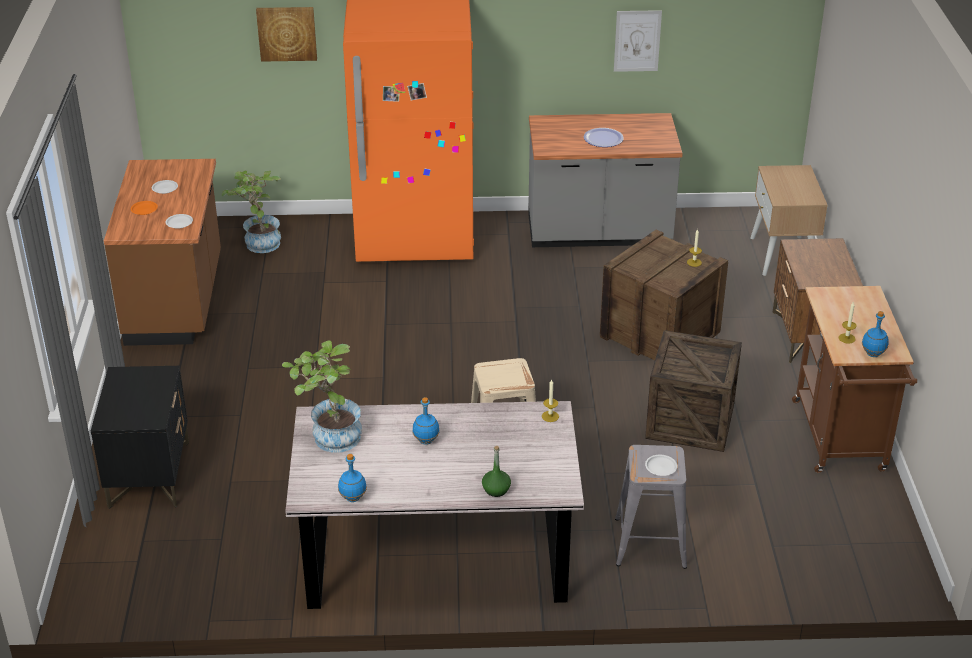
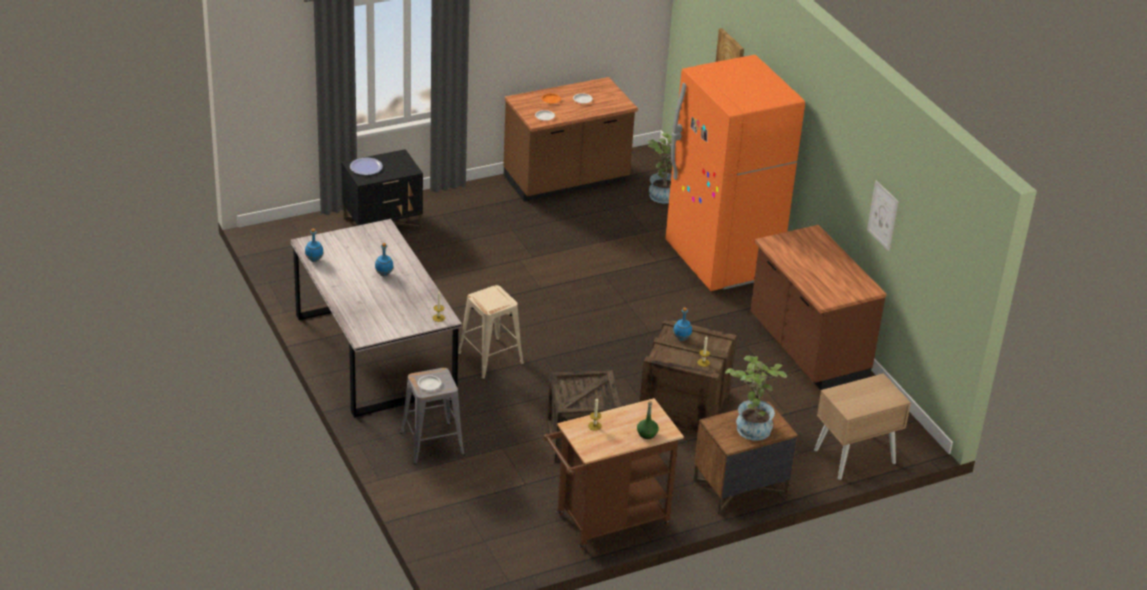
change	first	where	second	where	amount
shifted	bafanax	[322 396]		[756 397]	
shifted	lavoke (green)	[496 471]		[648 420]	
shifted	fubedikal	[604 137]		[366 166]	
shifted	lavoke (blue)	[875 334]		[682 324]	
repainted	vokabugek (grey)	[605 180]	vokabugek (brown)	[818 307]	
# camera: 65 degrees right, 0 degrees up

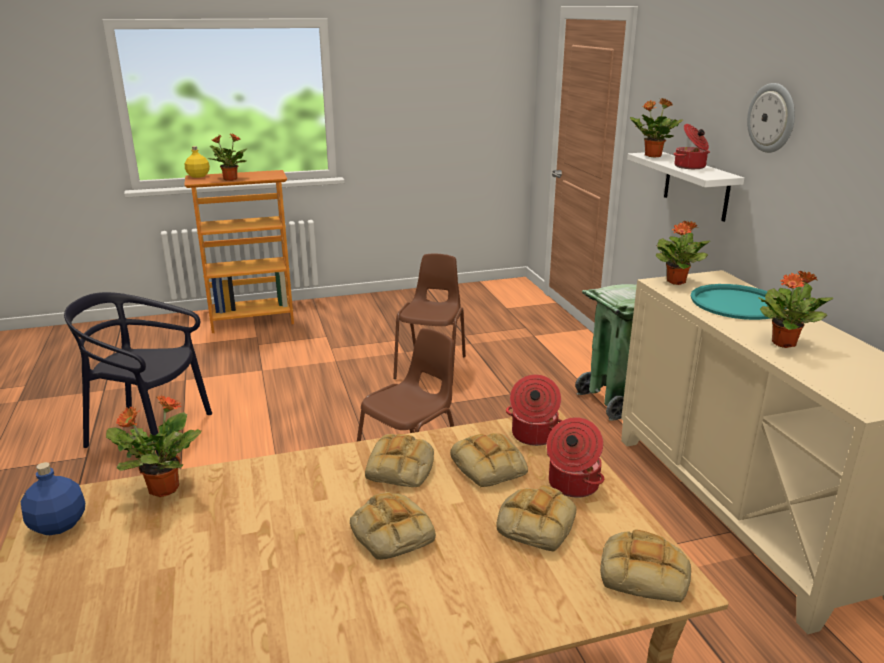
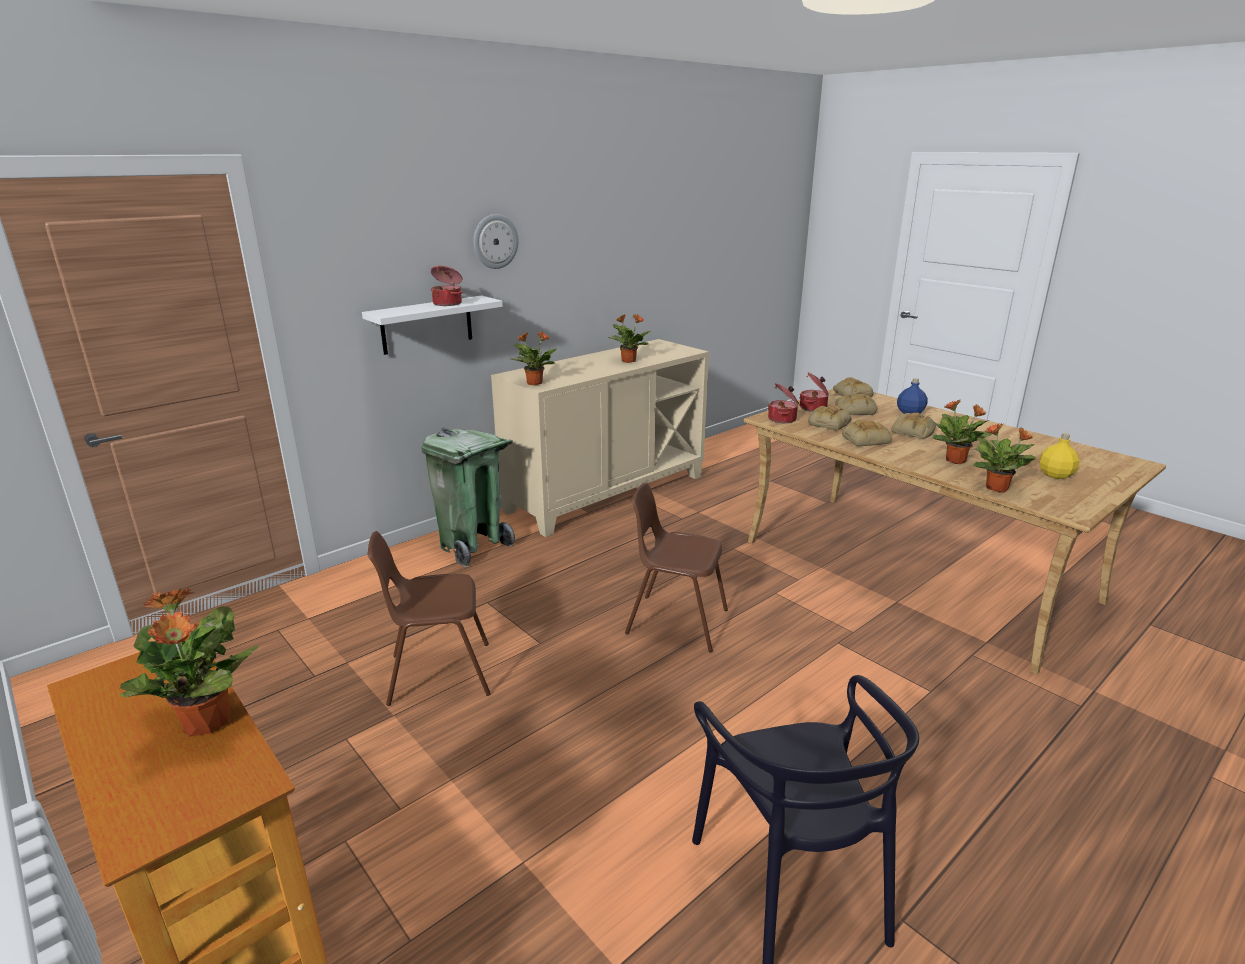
change	first	where	second	where	amount
gone	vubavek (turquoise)	[739 302]			
shifted	lavoke (blue)	[53 498]		[912 396]	
shifted	lavoke (yellow)	[197 162]		[1060 456]	
shifted	bafanax	[656 128]		[961 432]	
# camera: 115 degrees left, 0 degrees up

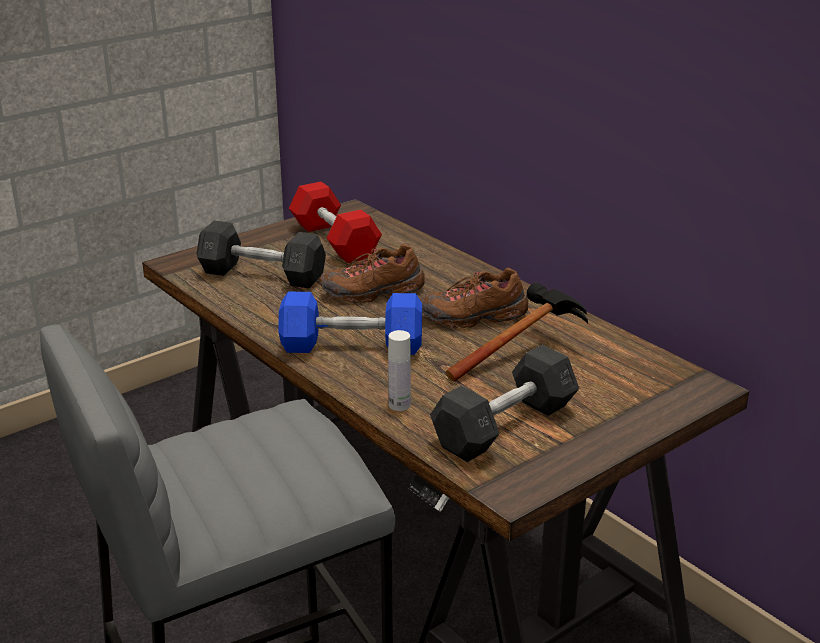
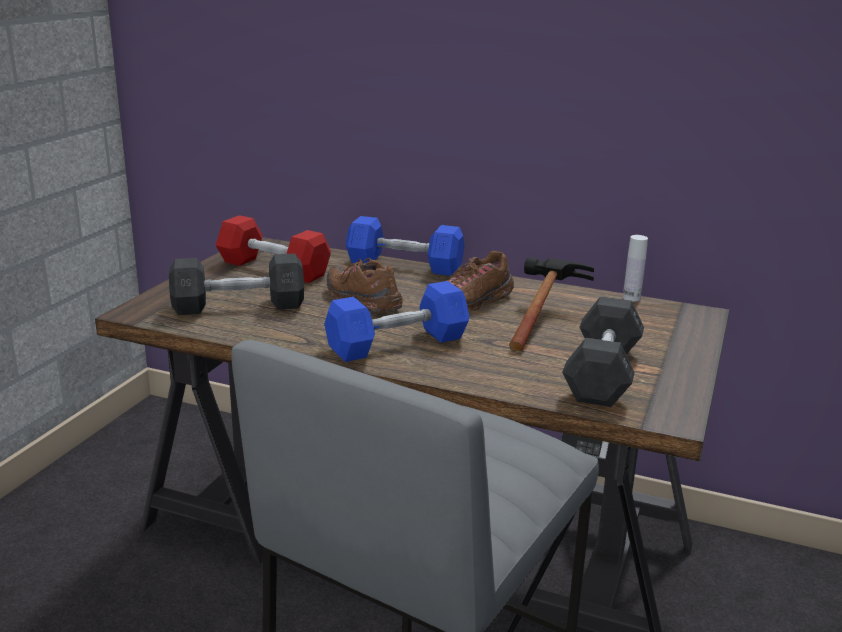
change	first	where	second	where	amount
new			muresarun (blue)	[405 246]	
shifted	lavoke (white)	[399 370]		[635 268]	
rotated	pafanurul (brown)	[372 273]		[365 285]	90 degrees clockwise
# camera: 30 degrees left, 5 degrees down

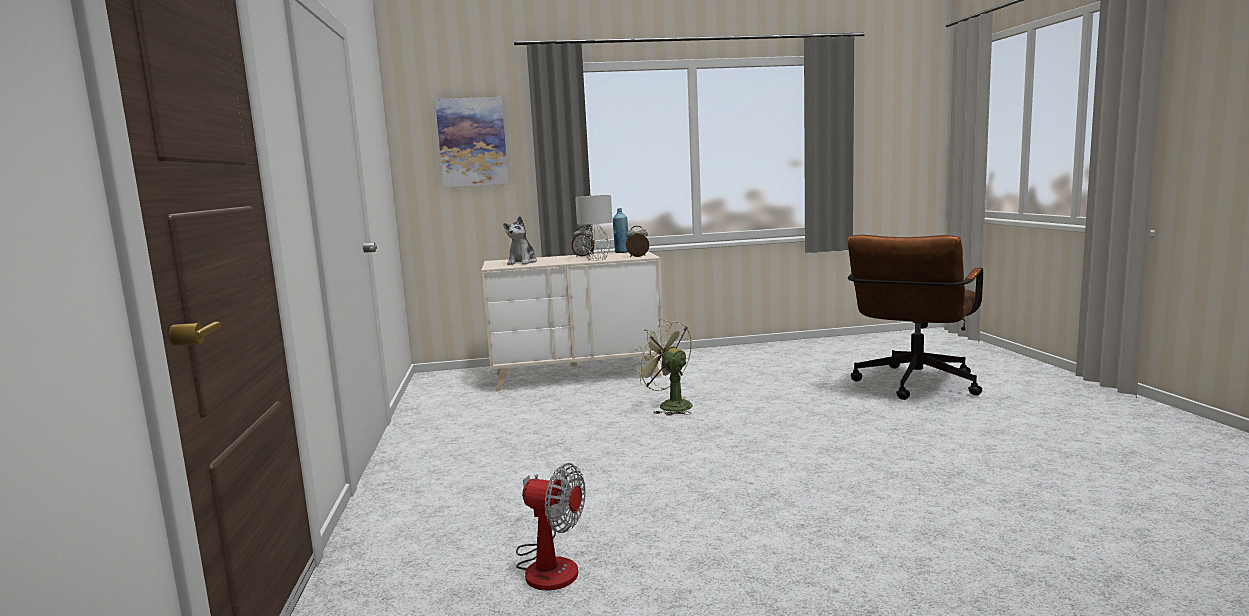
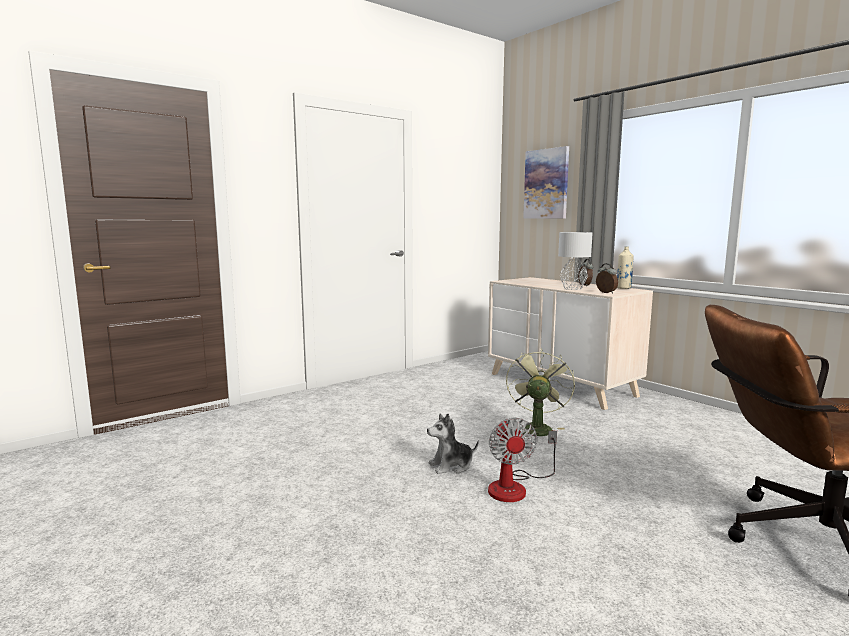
change	first	where	second	where	amount
shifted	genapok	[520 240]		[453 443]	
shifted	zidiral	[551 527]		[522 459]	
repainted	lavoke (blue)	[620 230]	lavoke (beige)	[625 267]	
# camera: 60 degrees right, 0 degrees up

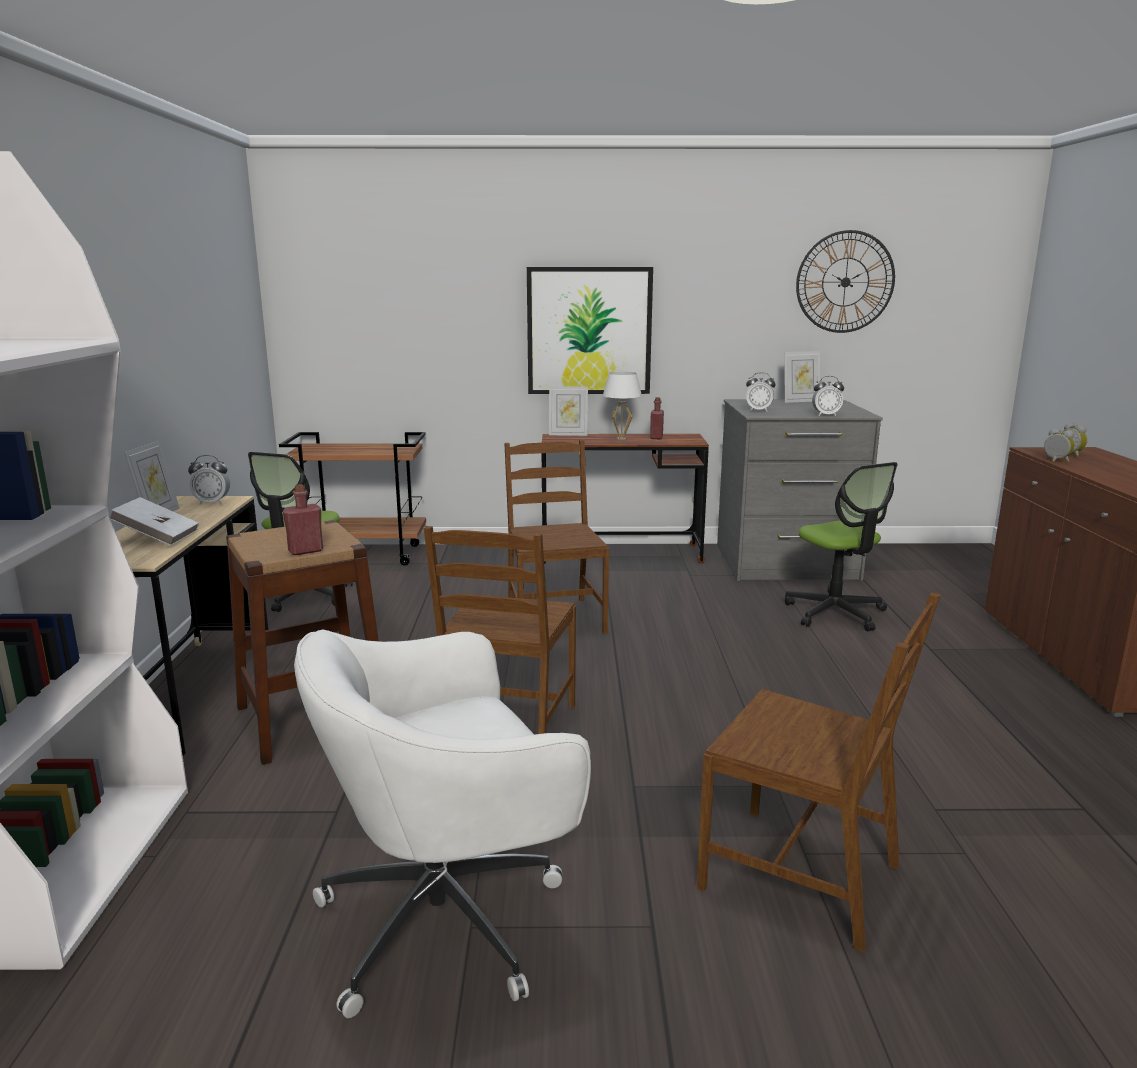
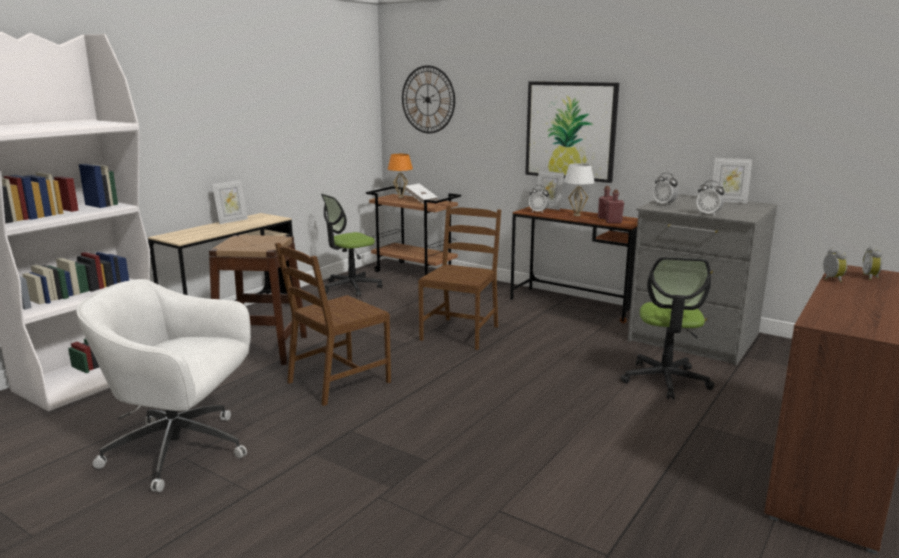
change	first	where	second	where	amount
gone	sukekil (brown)	[819 772]			
new			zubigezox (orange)	[400 176]	
shifted	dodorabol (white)	[154 521]		[421 193]	
shifted	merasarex	[209 480]		[539 199]	
shifted	lavoke (red)	[303 519]		[615 207]	
shifted	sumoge	[845 281]		[428 99]	
# camera: 35 degrees right, 0 degrees up

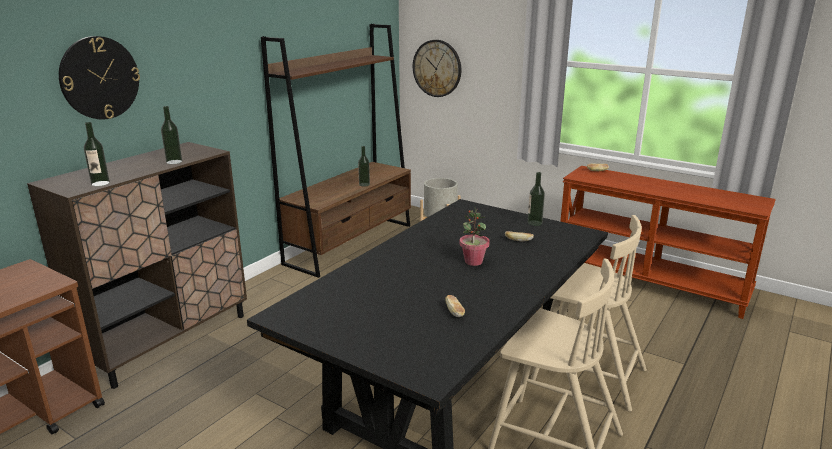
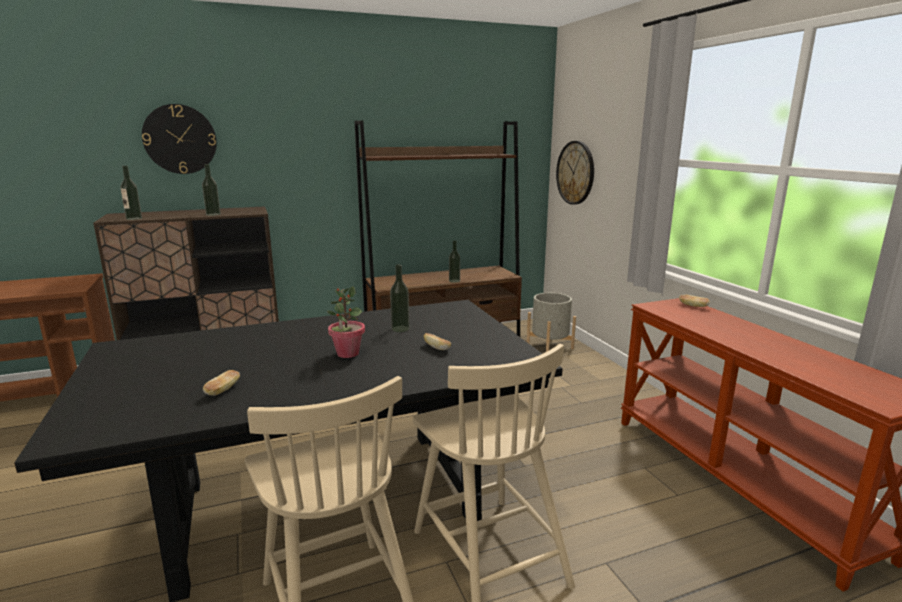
change	first	where	second	where	amount
shifted	lavoke	[536 199]		[399 298]	
# camera: 35 degrees right, 5 degrees down

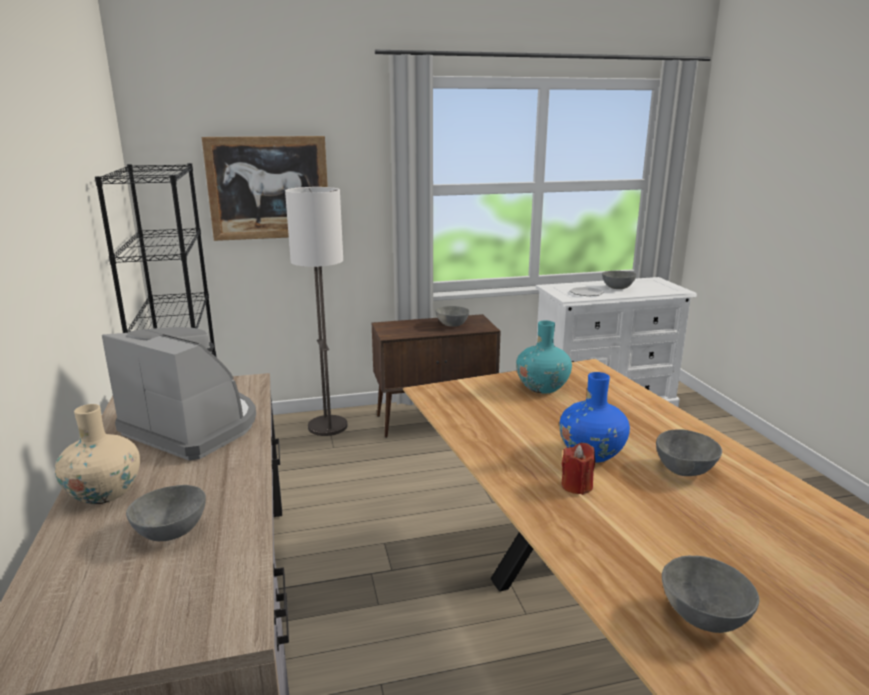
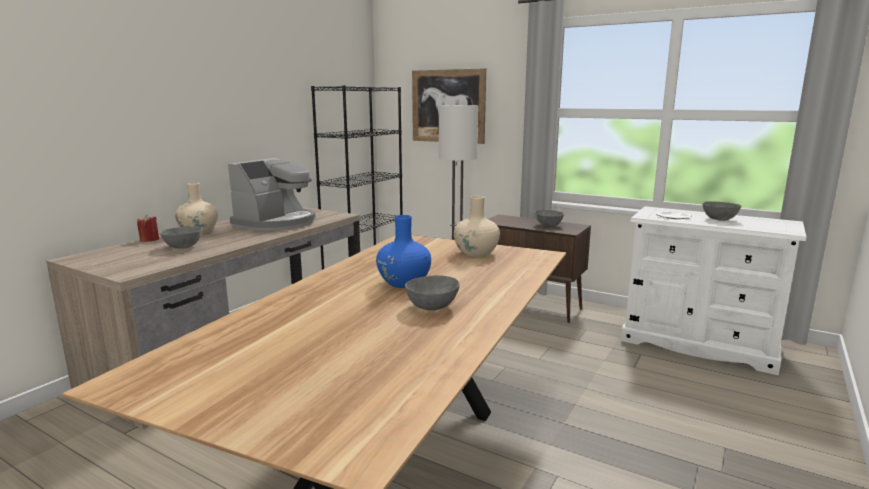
change	first	where	second	where	amount
gone	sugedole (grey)	[710 594]			
shifted	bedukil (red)	[578 469]		[148 228]	
repainted	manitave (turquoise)	[544 357]	manitave (beige)	[477 226]	
rotated	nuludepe	[179 393]		[272 194]	45 degrees clockwise
# camera: 45 degrees right, 5 degrees down

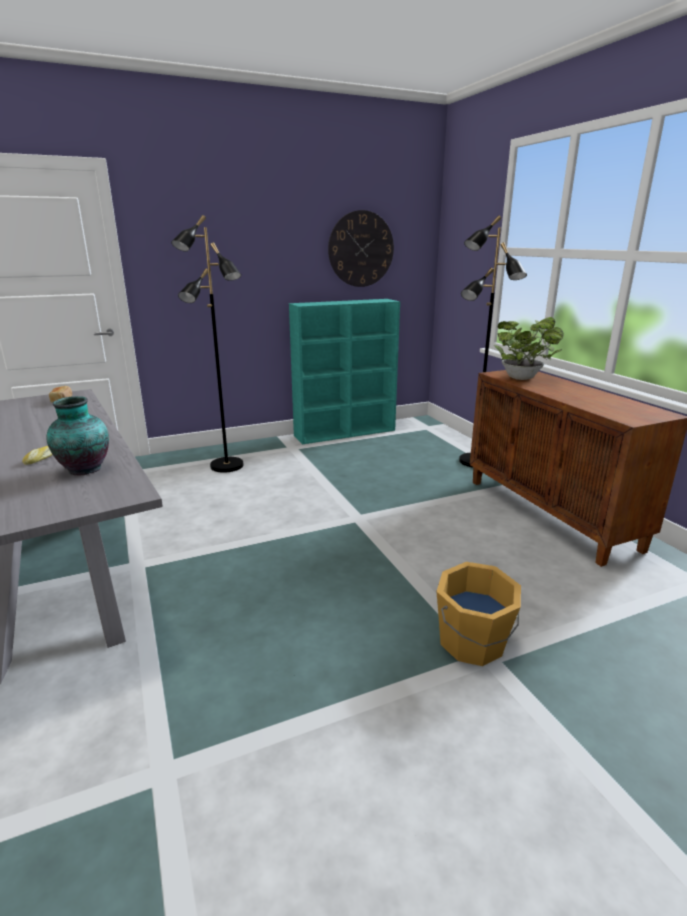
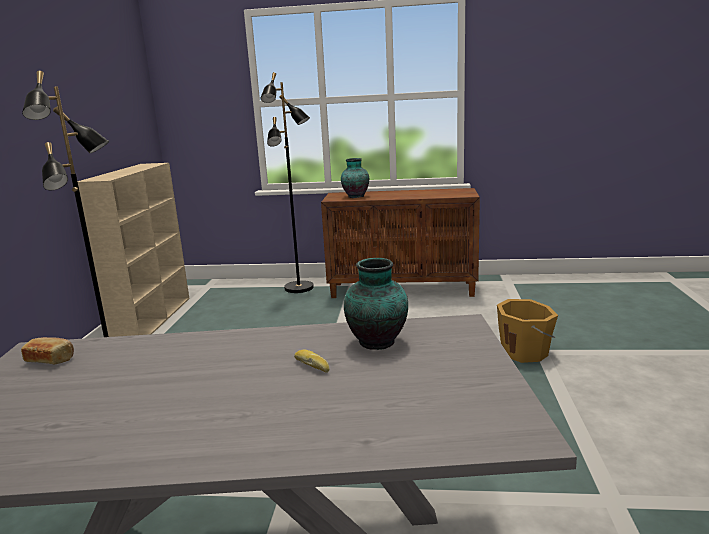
change	first	where	second	where	amount
gone	sumoge	[361 248]			
swapped	bafanax	[528 348]	manitave	[355 178]	
repainted	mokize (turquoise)	[344 371]	mokize (beige)	[133 250]	
# camera: 60 degrees left, 5 degrees down

